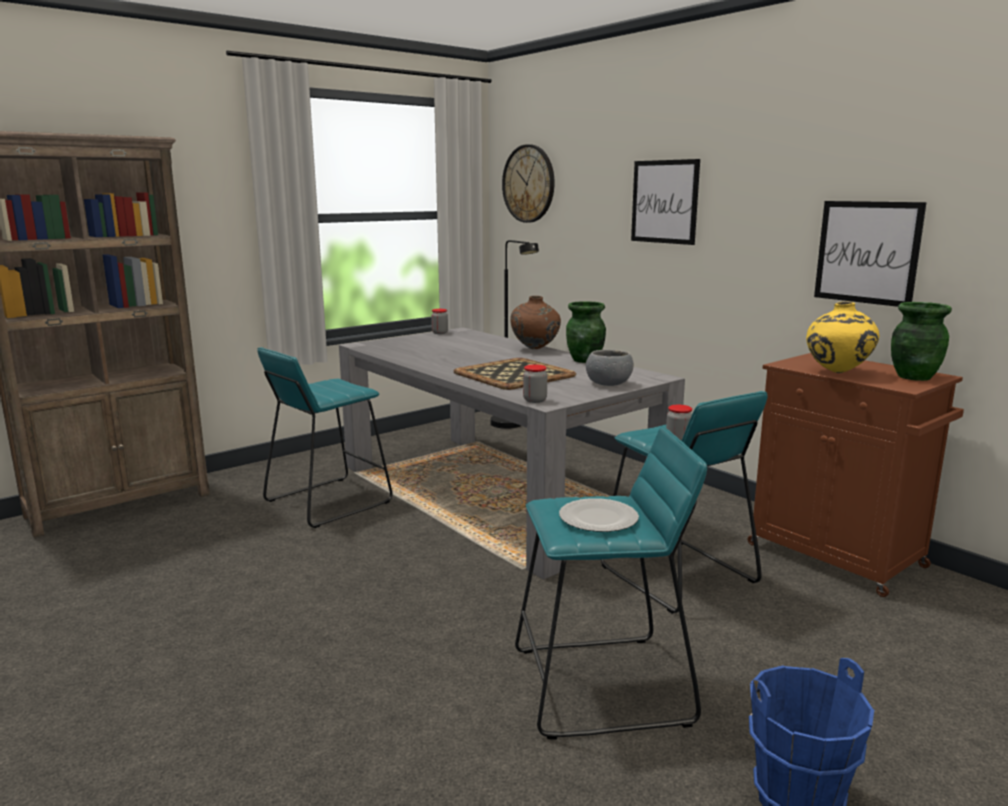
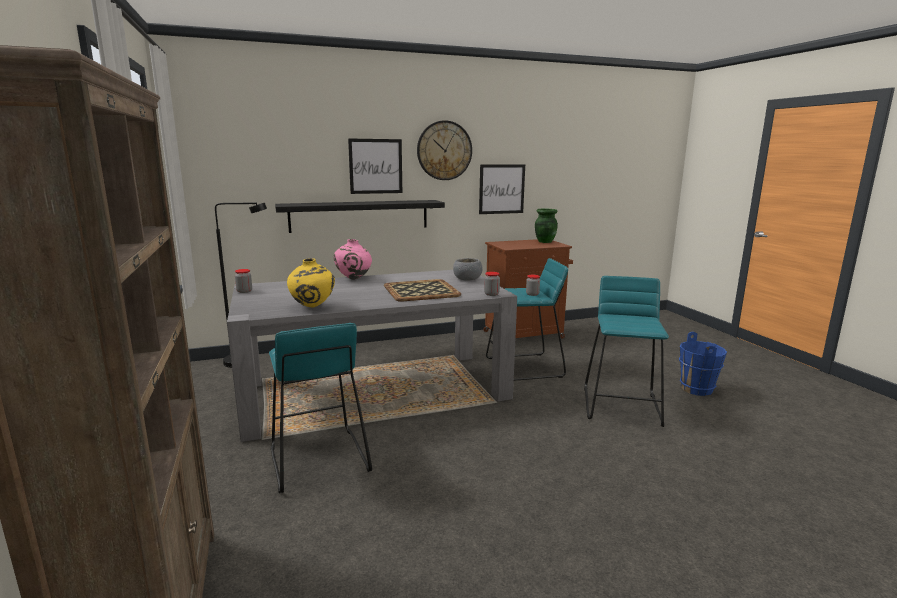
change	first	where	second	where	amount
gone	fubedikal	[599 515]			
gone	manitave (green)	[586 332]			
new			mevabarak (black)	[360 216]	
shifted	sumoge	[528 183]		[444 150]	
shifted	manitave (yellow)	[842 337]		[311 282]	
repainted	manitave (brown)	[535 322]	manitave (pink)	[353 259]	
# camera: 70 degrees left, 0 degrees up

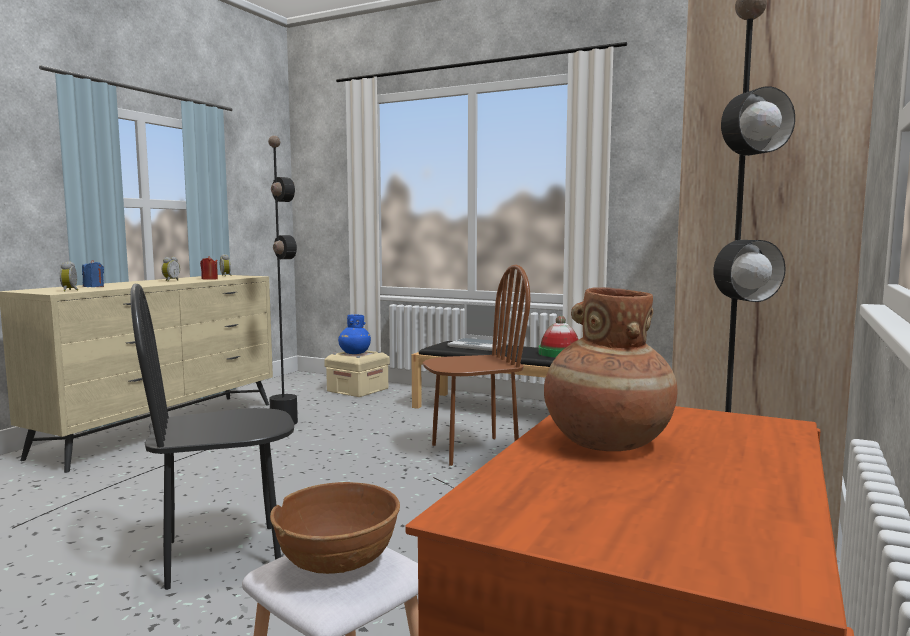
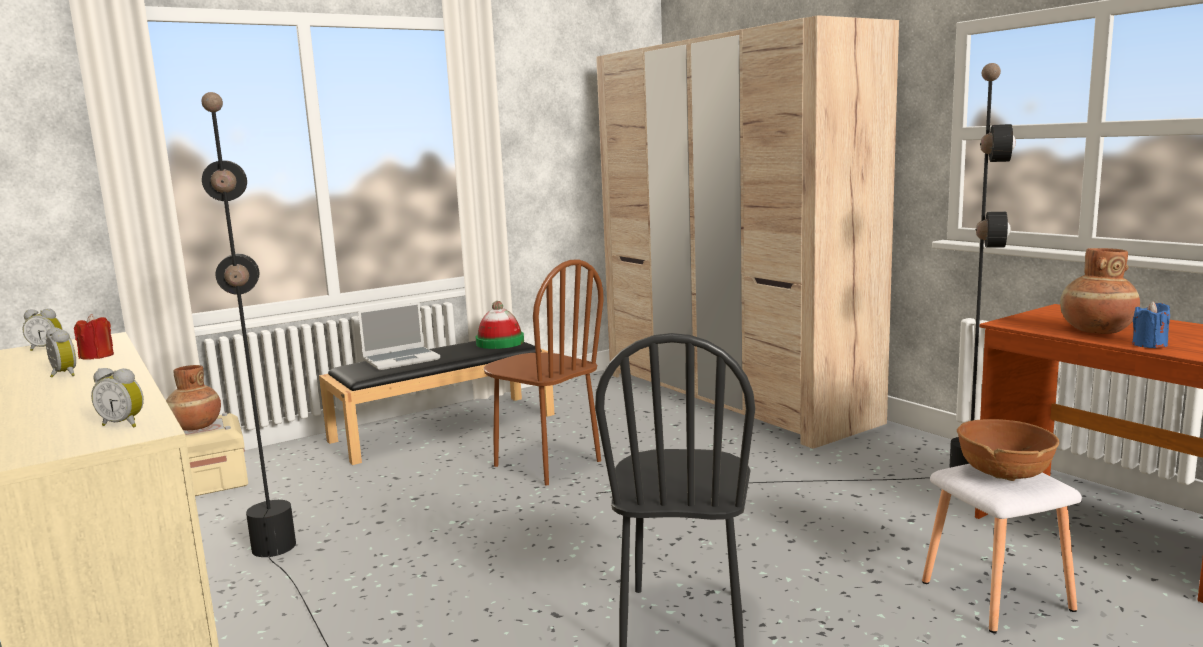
change	first	where	second	where	amount
shifted	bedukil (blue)	[93 273]		[1151 324]	
repainted	manitave (blue)	[354 334]	manitave (brown)	[193 397]	
rotated	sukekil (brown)	[476 365]		[544 372]	120 degrees clockwise
# camera: 60 degrees left, 5 degrees up

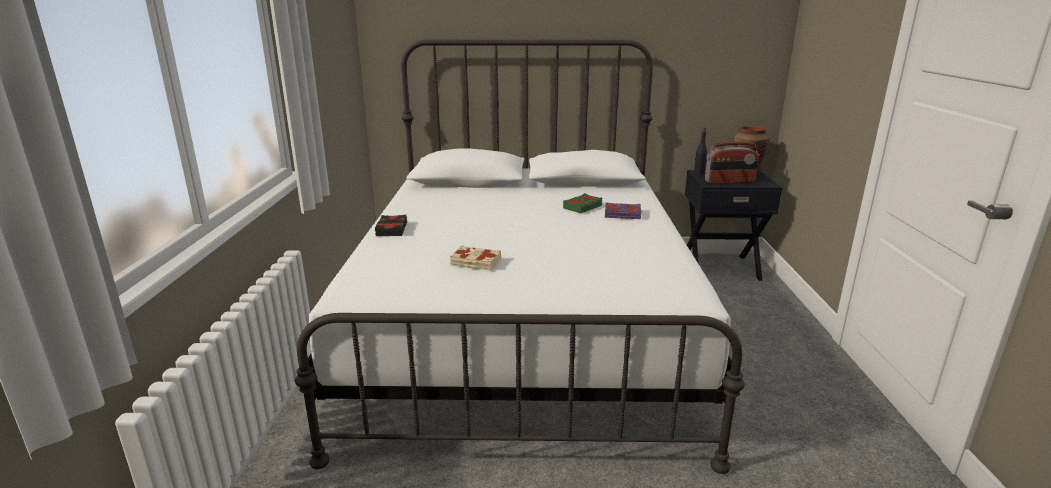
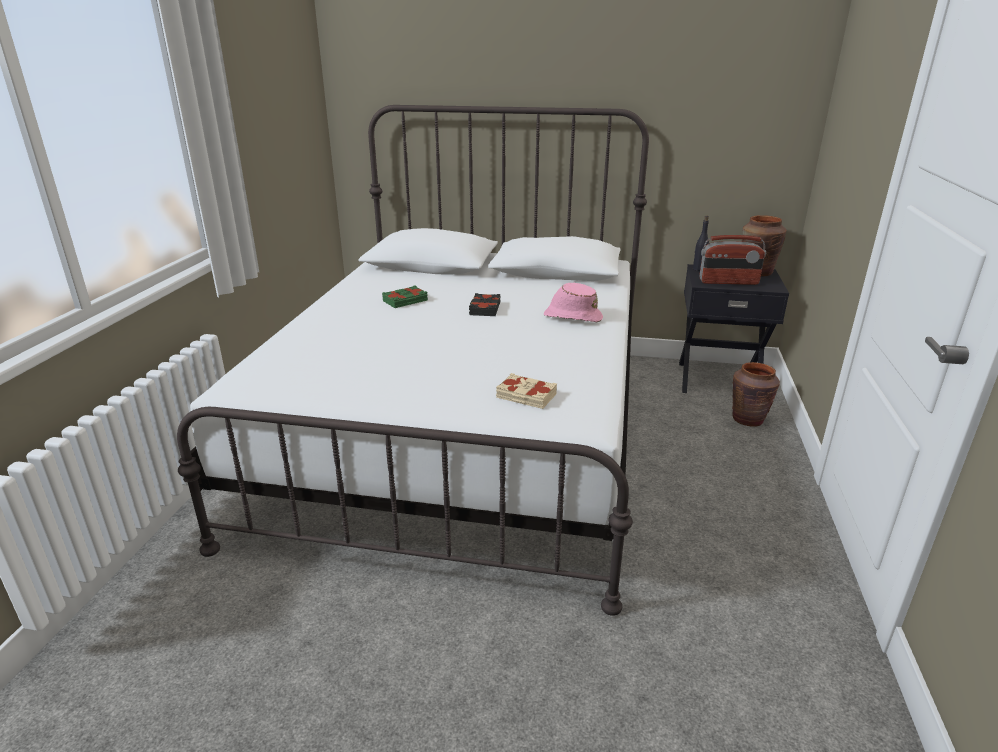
change	first	where	second	where	amount
new			manitave (brown)	[756 394]	
shifted	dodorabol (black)	[391 225]		[485 304]	
shifted	dodorabol (beige)	[475 258]		[526 391]	
shifted	dodorabol (green)	[582 203]		[405 296]	
swapped	dodorabol (purple)	[623 210]	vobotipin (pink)	[573 302]	
# camera: 10 degrees right, 5 degrees up

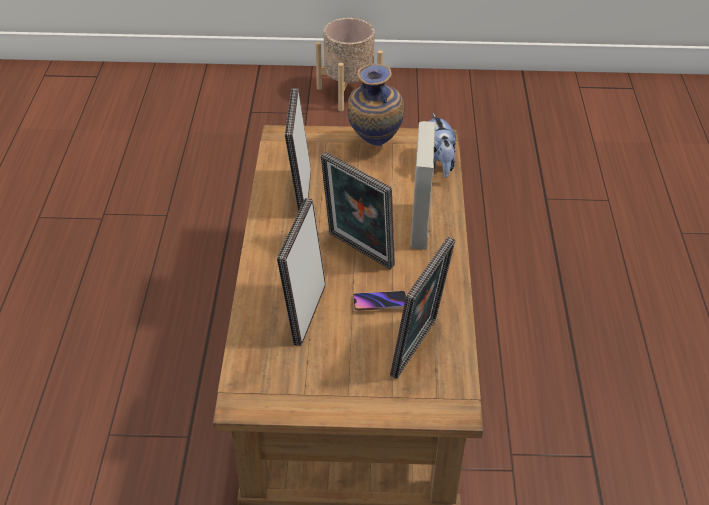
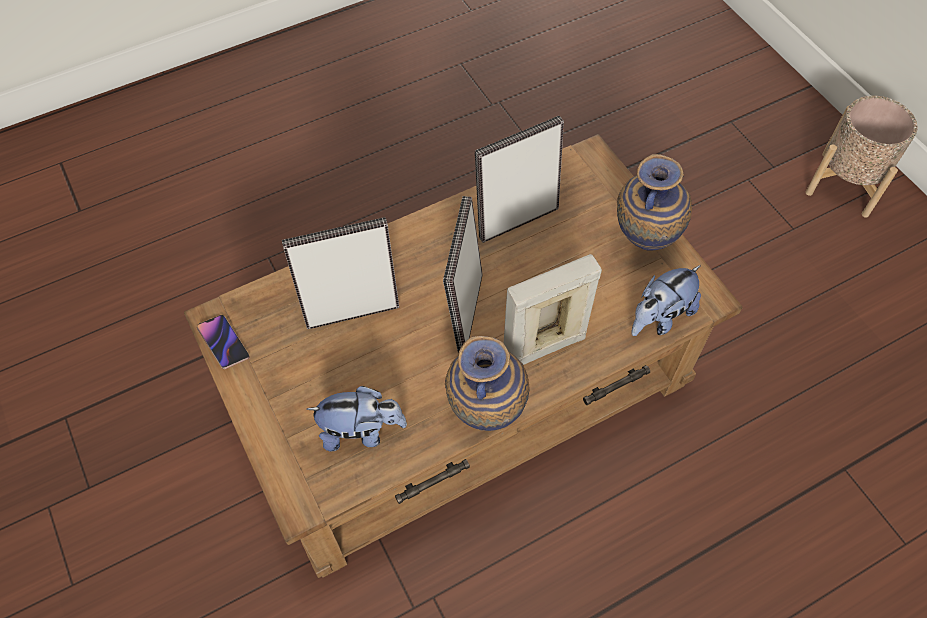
change	first	where	second	where	amount
new			manitave	[487 383]	
shifted	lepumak	[379 301]		[223 342]	
swapped	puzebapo	[422 308]	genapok	[357 418]	
# camera: 60 degrees right, 15 degrees up

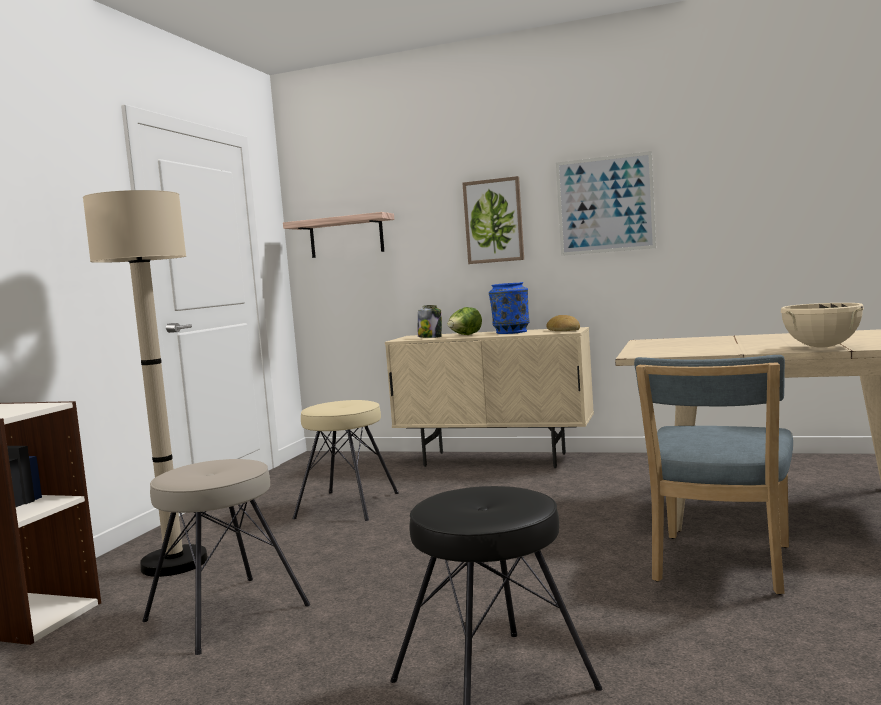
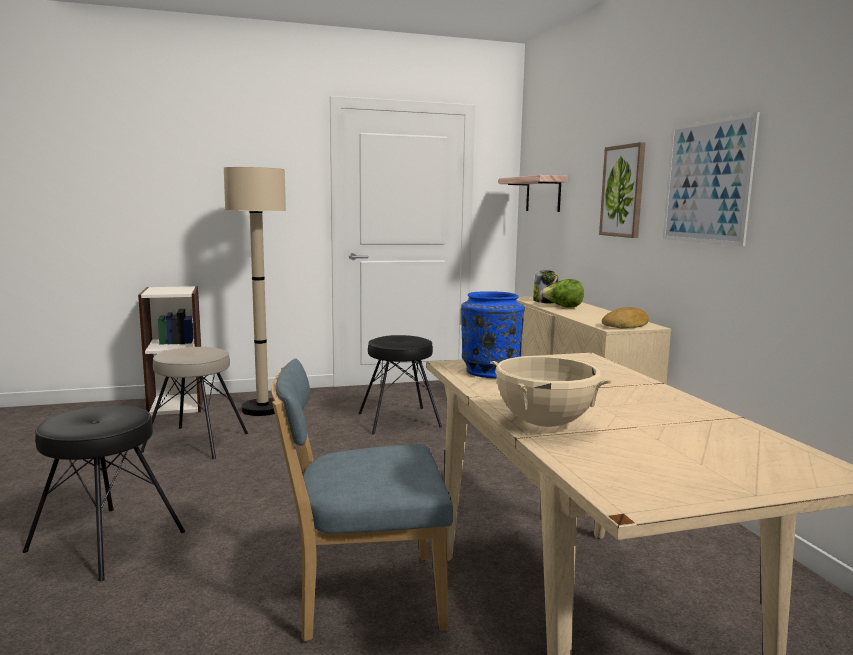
change	first	where	second	where	amount
shifted	manitave (blue)	[509 308]		[493 334]	
repainted	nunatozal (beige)	[346 460]	nunatozal (black)	[400 384]	
# camera: 55 degrees right, 5 degrees up

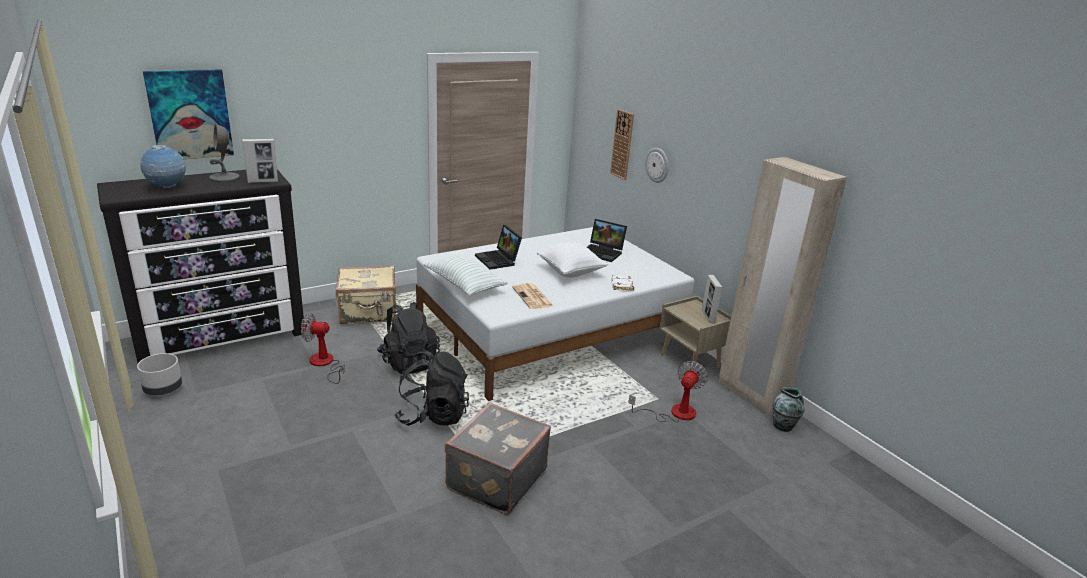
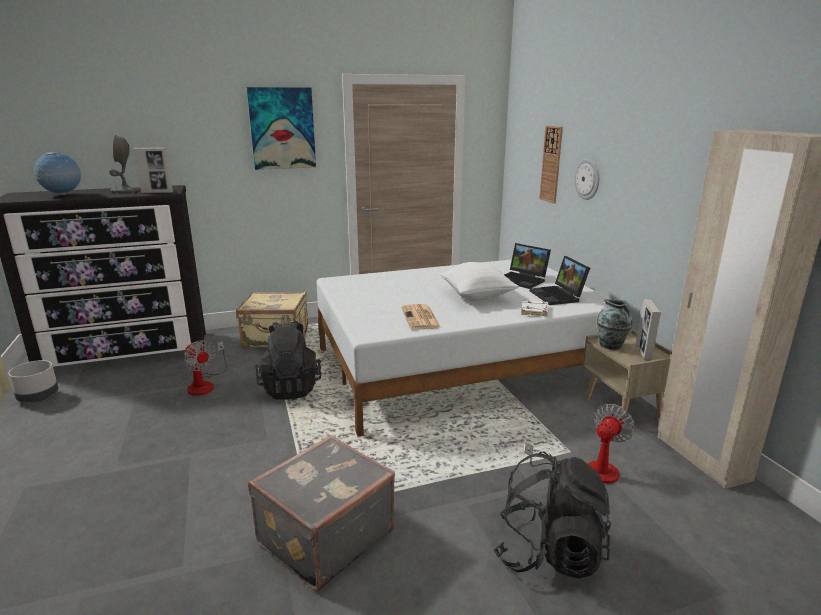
change	first	where	second	where	amount
gone	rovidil	[465 275]			
shifted	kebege	[188 114]		[281 128]	
shifted	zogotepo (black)	[431 388]		[552 514]	
shifted	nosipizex	[498 247]		[560 280]	
shifted	manitave	[789 410]		[615 324]	
rotated	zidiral	[323 348]		[205 368]	150 degrees counterclockwise
# camera: 15 degrees right, 5 degrees down

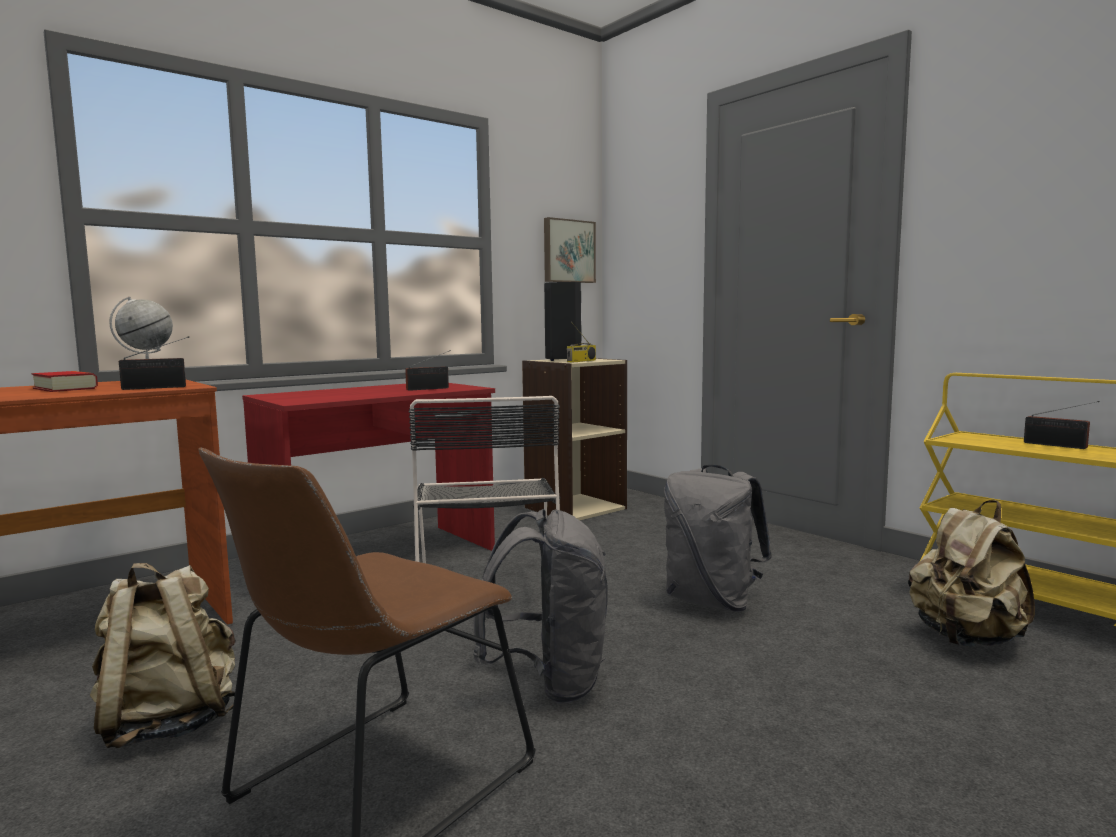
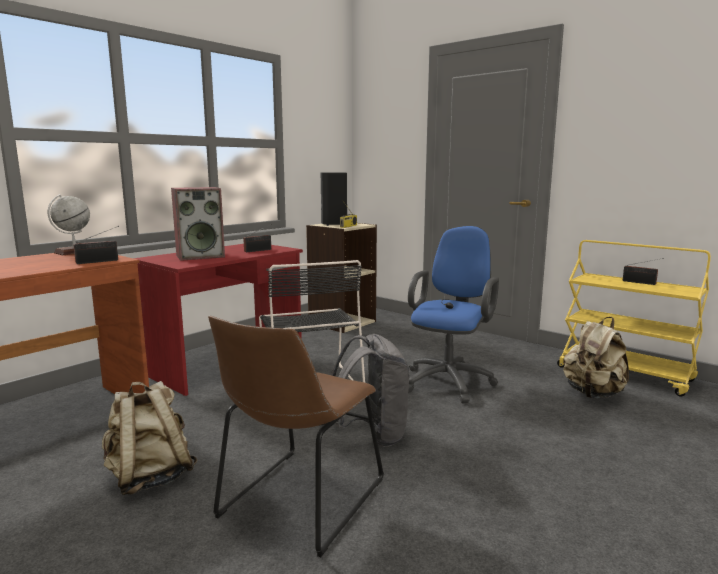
change	first	where	second	where	amount
gone	dodorabol	[64 381]			
gone	kebege	[570 250]			
new			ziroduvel	[198 224]	
swapped	zogotepo (grey)	[718 538]	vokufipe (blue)	[453 314]	
# camera: 10 degrees left, 5 degrees up

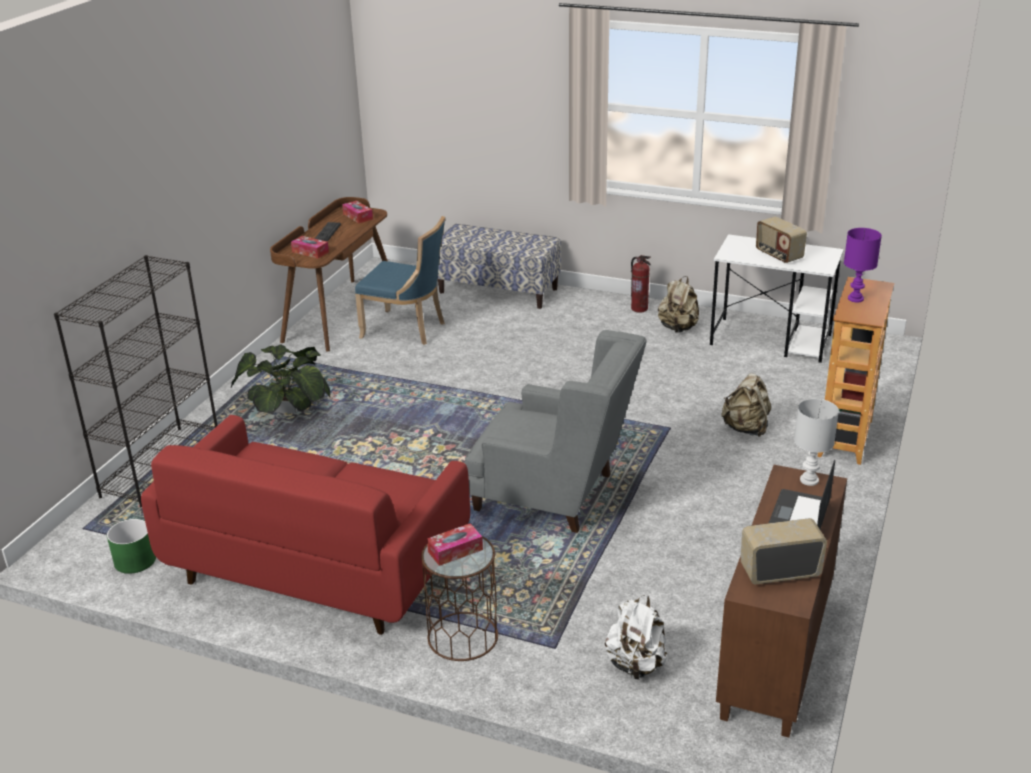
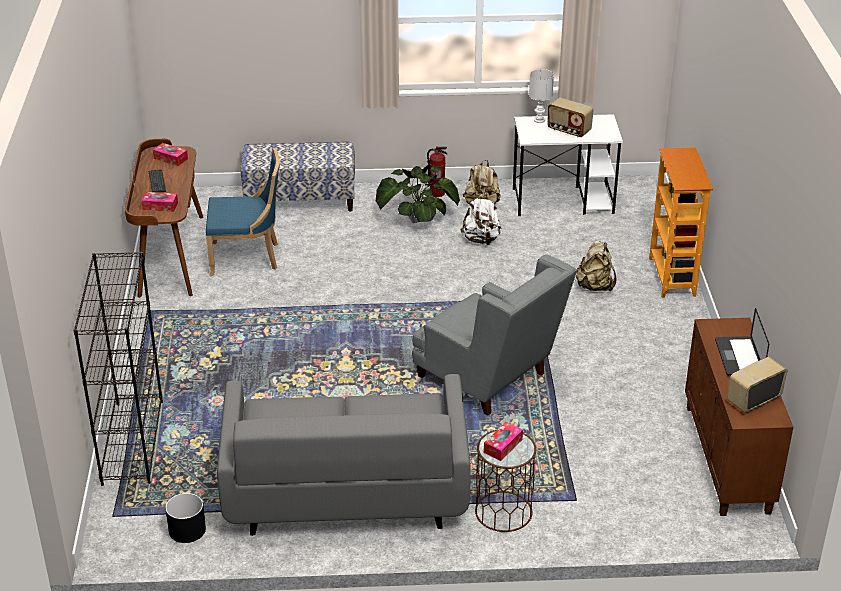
change	first	where	second	where	amount
gone	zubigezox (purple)	[863 265]			
shifted	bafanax	[280 379]		[418 193]	
shifted	zogotepo (white)	[636 637]		[480 219]	
shifted	zubigezox (white)	[816 442]		[541 96]	
repainted	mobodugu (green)	[131 546]	mobodugu (black)	[185 518]	
repainted	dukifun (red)	[305 525]	dukifun (grey)	[344 455]	
rotated	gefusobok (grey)	[555 431]		[494 335]	45 degrees clockwise
# camera: 25 degrees left, 5 degrees up

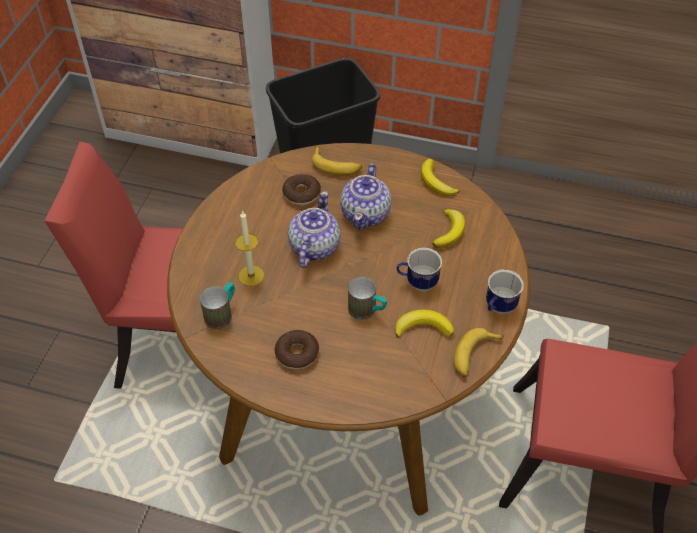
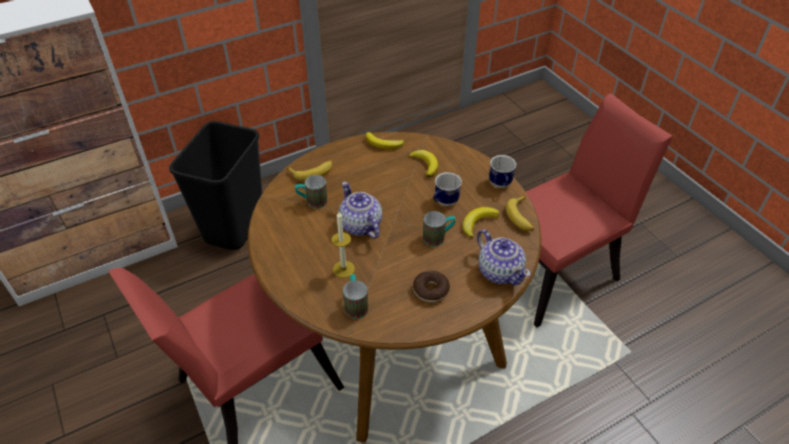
change	first	where	second	where	amount
shifted	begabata	[365 196]		[504 257]	
swapped	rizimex	[301 190]	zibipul	[311 192]	
# camera: 45 degrees left, 5 degrees down

